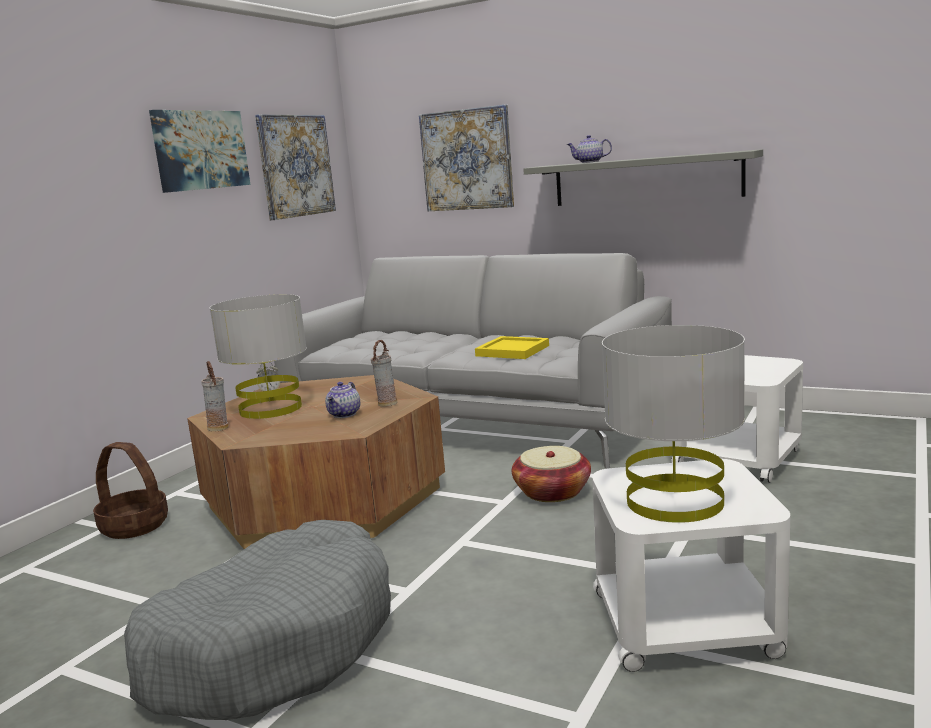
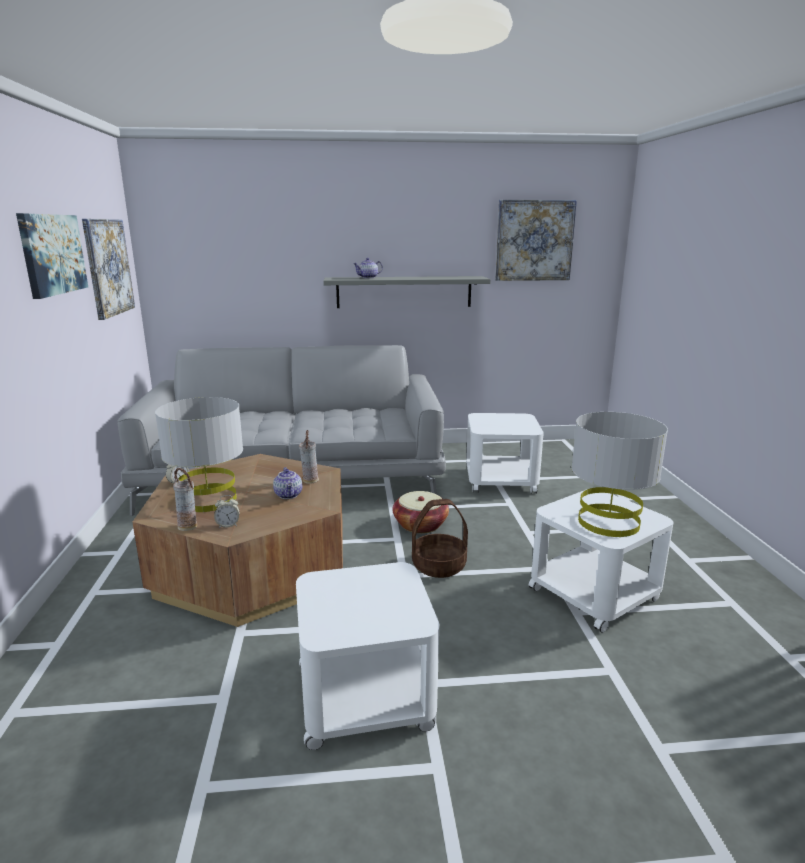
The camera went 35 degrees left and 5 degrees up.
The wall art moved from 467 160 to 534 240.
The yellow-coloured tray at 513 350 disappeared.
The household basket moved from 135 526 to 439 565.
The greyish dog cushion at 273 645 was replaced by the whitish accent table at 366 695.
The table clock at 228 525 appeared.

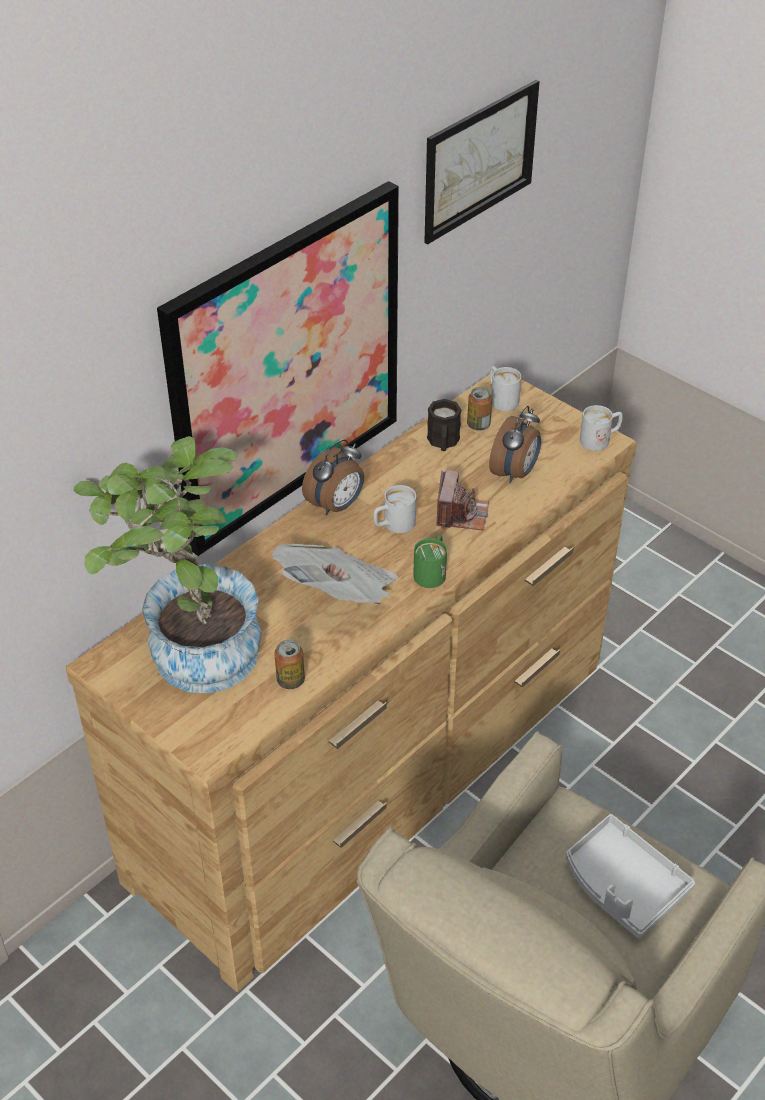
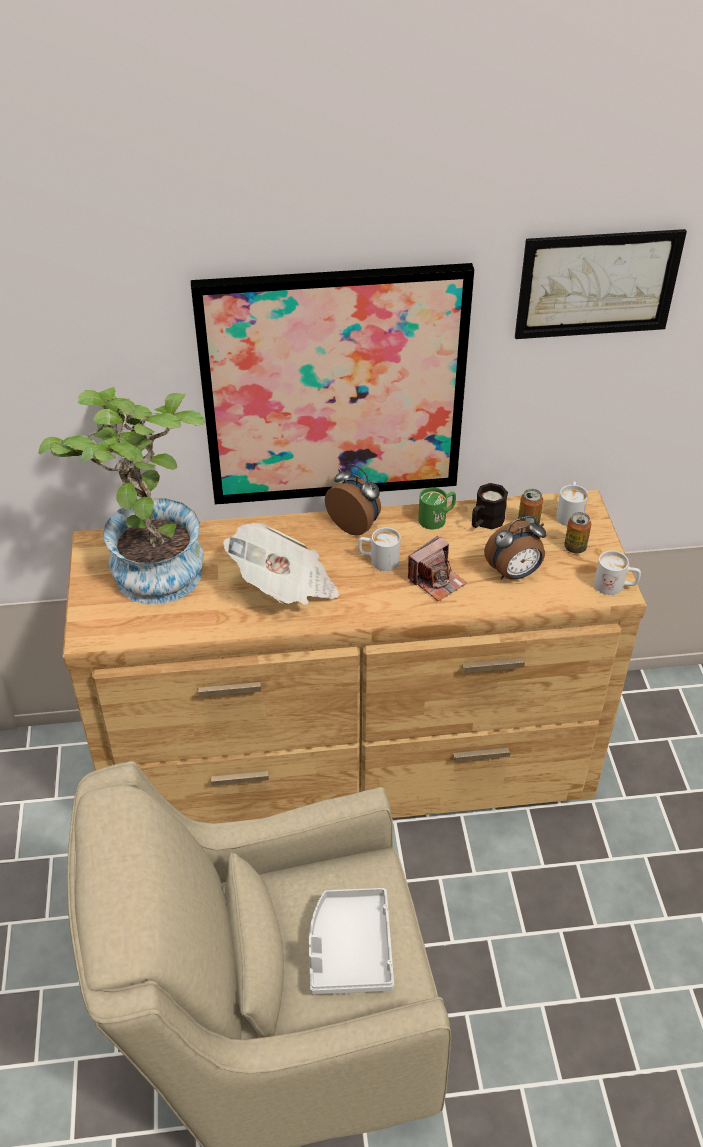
The camera went 40 degrees right and 0 degrees up.
The table clock at 336 506 turned 135 degrees counterclockwise.
The greenish coffee mug moved from 432 571 to 437 518.
The can moved from 290 680 to 575 547.

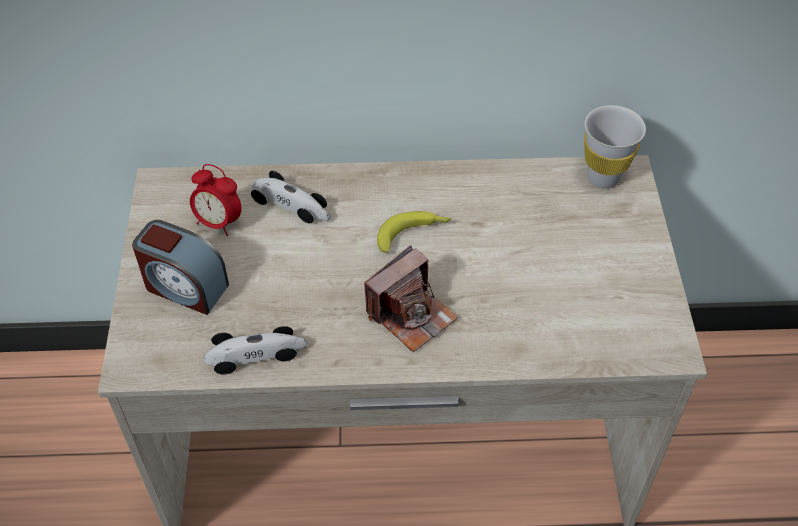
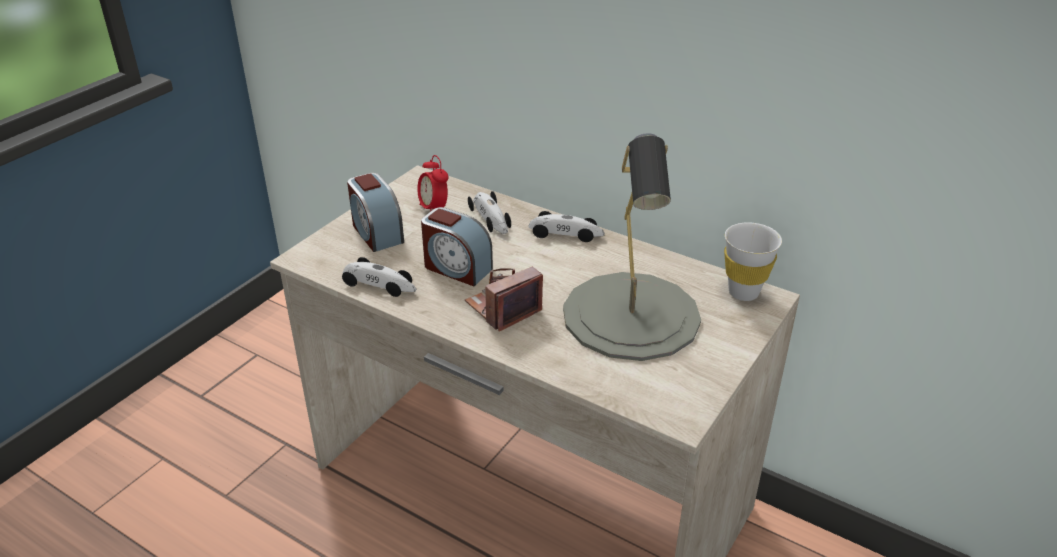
The camera went 35 degrees right and 15 degrees down.
The banana at 413 234 disappeared.
The still camera at 411 314 turned 150 degrees clockwise.
The greyish table lamp at 631 315 appeared.
The table clock at 456 268 appeared.
The miniature car at 566 234 appeared.

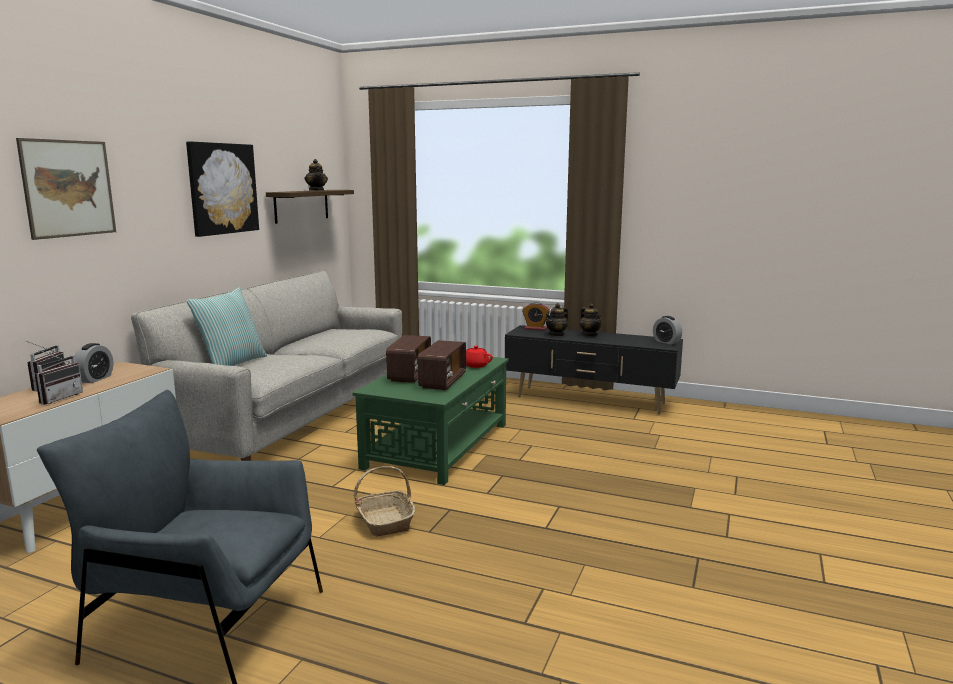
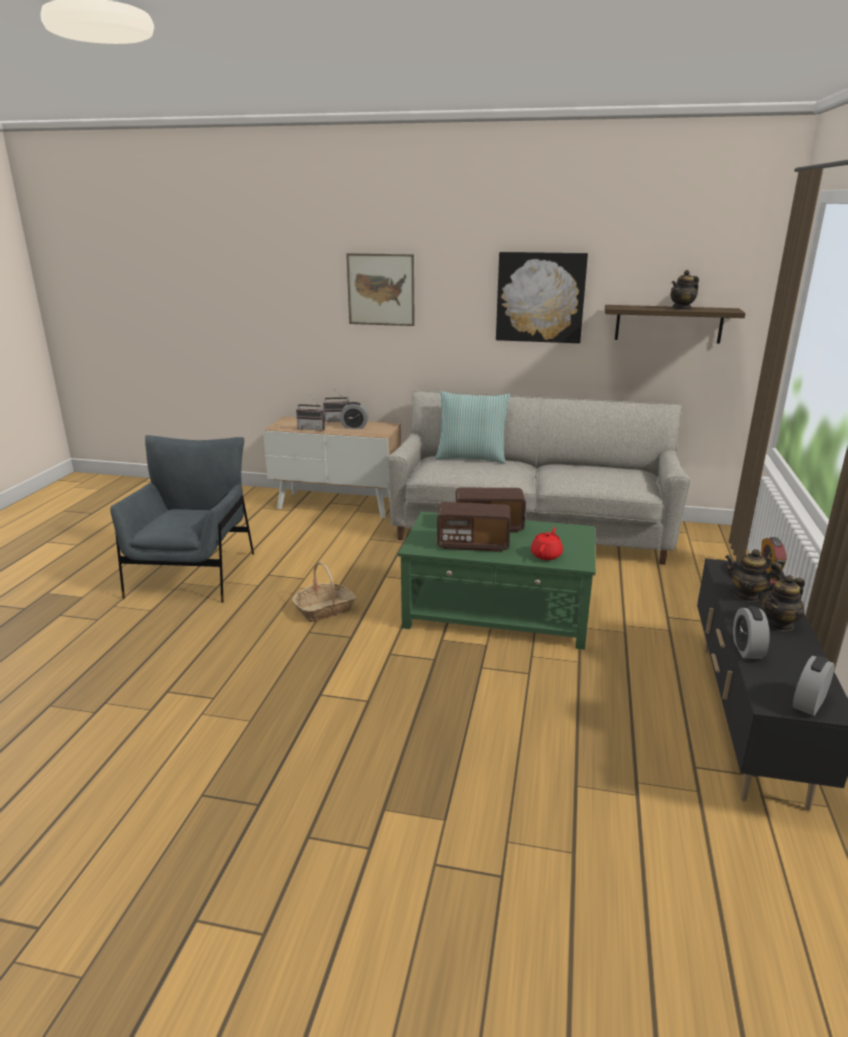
The camera went 80 degrees right and 10 degrees up.
The table clock at 747 649 appeared.

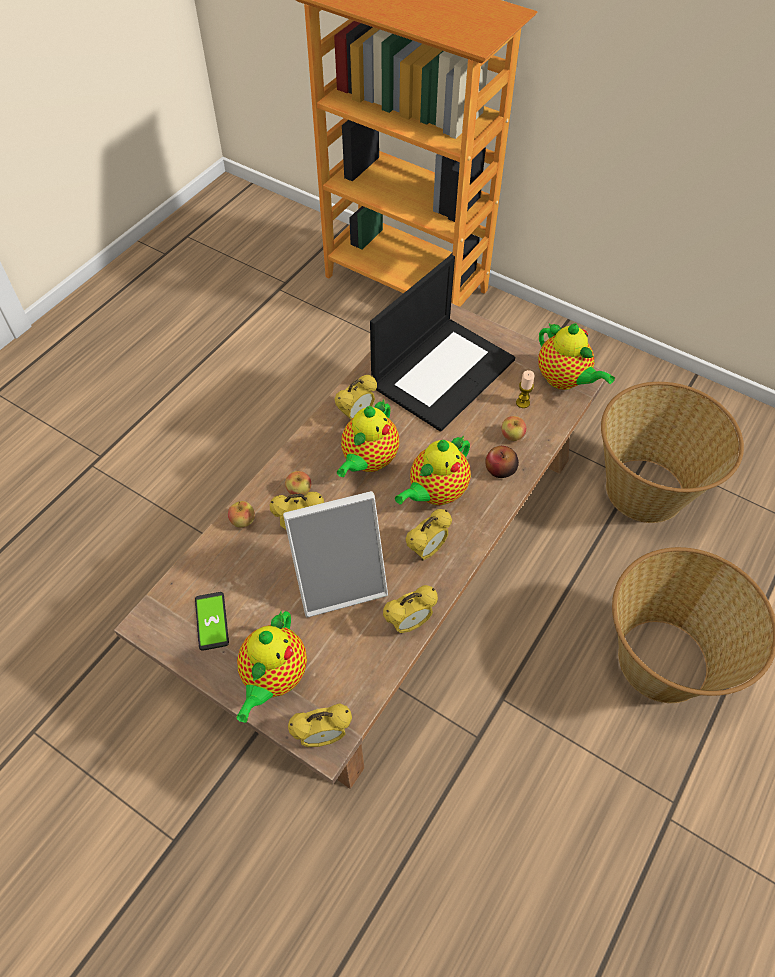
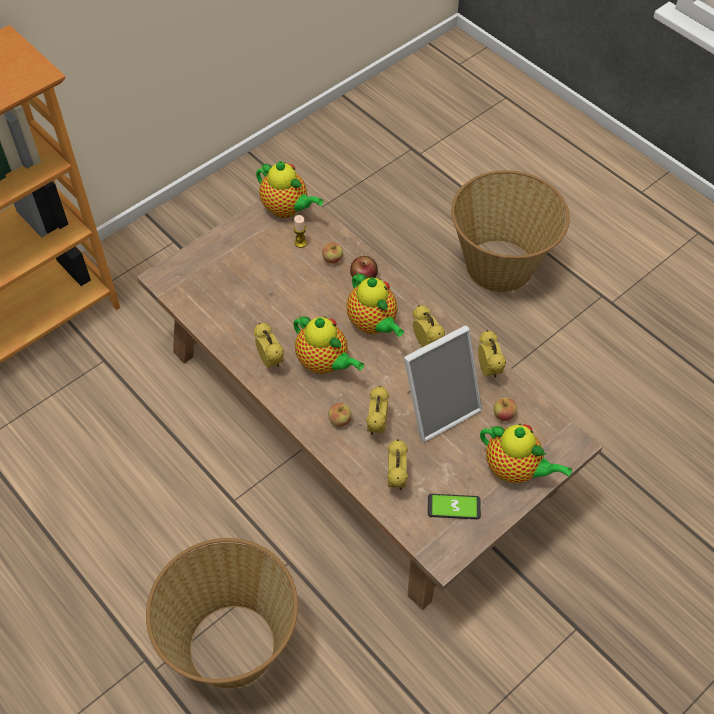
The camera went 75 degrees left and 0 degrees up.
The notebook computer at 443 371 disappeared.
The teapot at 564 380 turned 60 degrees clockwise.
The household basket moved from 646 490 to 232 644.
The photo frame at 340 580 turned 60 degrees clockwise.
The apple moved from 243 521 to 503 415.
The table clock moved from 323 737 to 396 480.

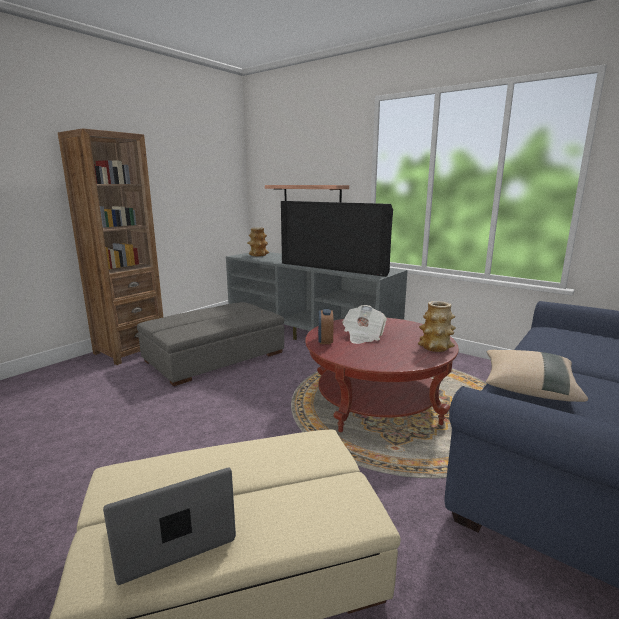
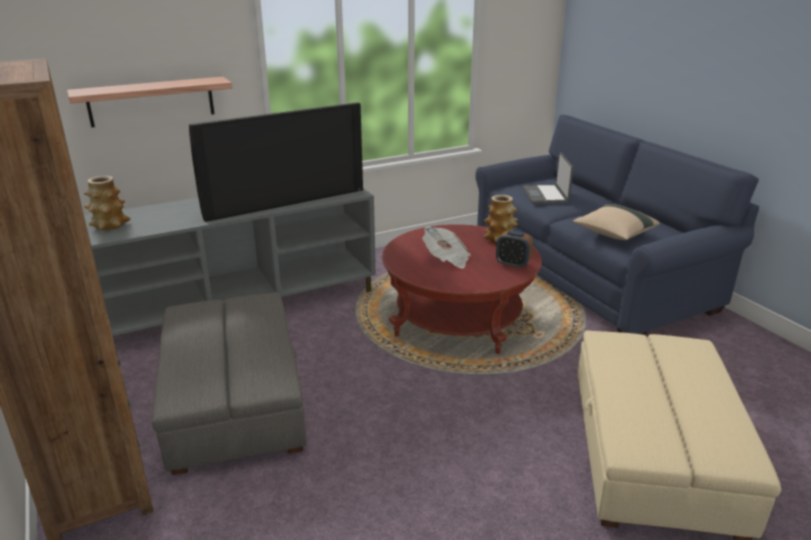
The camera went 65 degrees left and 10 degrees up.
The table clock moved from 325 341 to 512 264.
The notebook computer moved from 172 536 to 546 195.

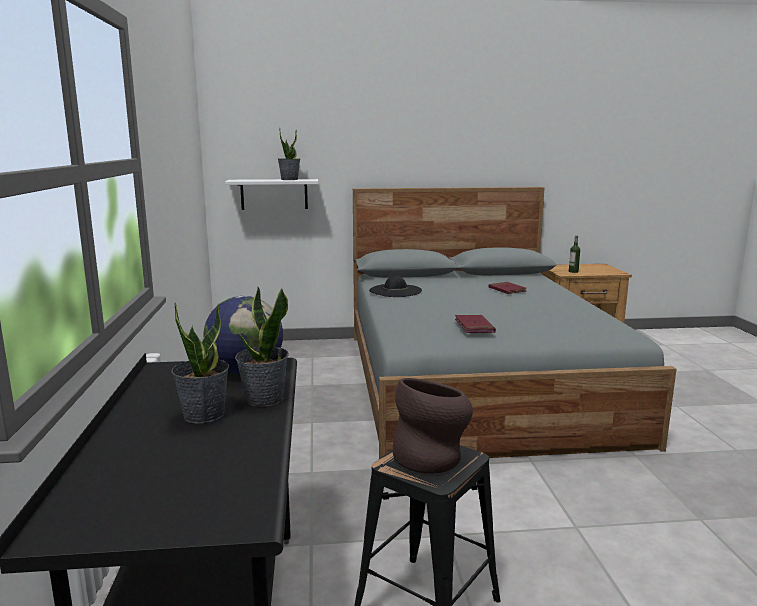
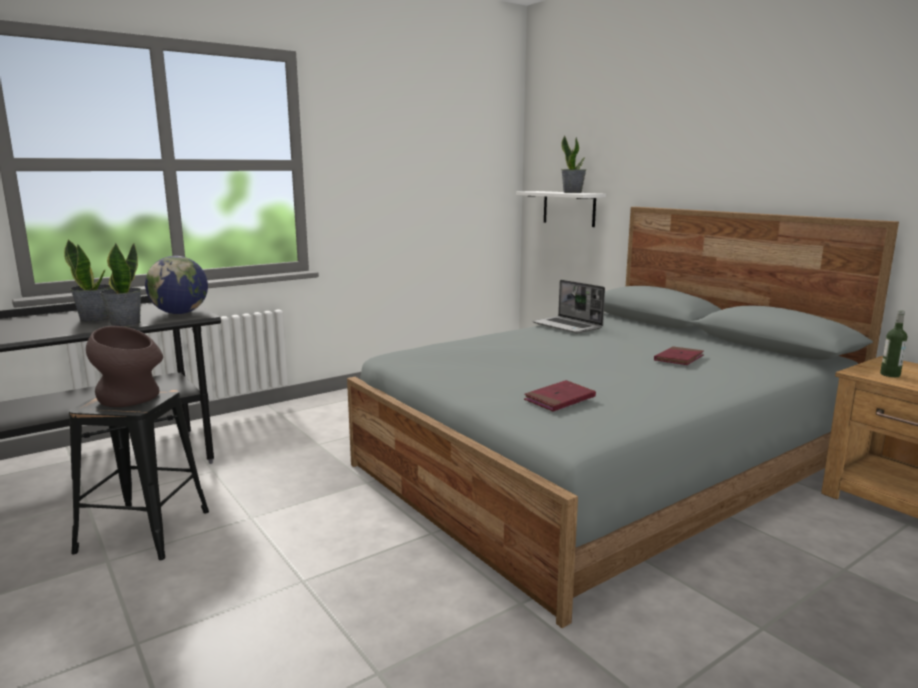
The camera went 60 degrees right and 0 degrees up.
The black-coloured clothing hat at 395 290 was replaced by the notebook computer at 568 326.
The reddish bound book moved from 474 326 to 559 399.

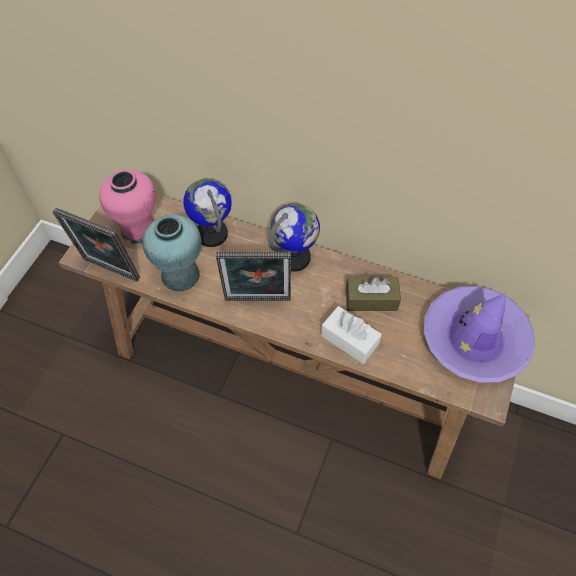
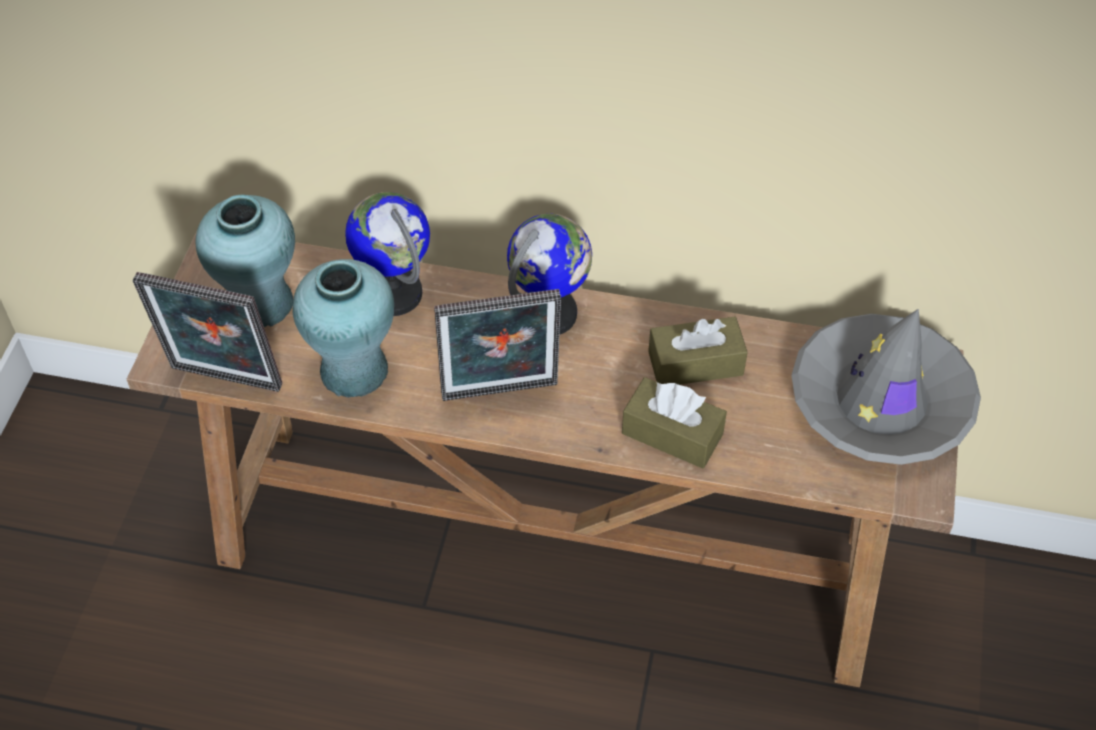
The camera went 10 degrees left and 5 degrees down.
The pink vase at 139 230 became the blue-green vase at 261 304.
The purple-coloured clothing hat at 474 339 became the greyish clothing hat at 881 402.
The whitish tissue holder at 349 340 became the brownish tissue holder at 672 434.

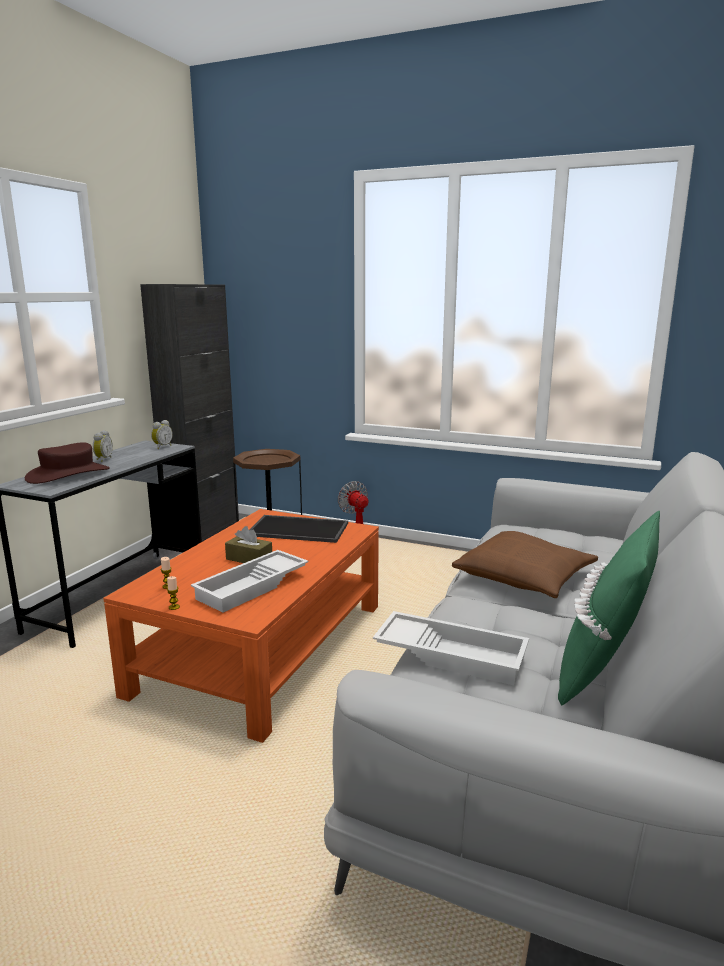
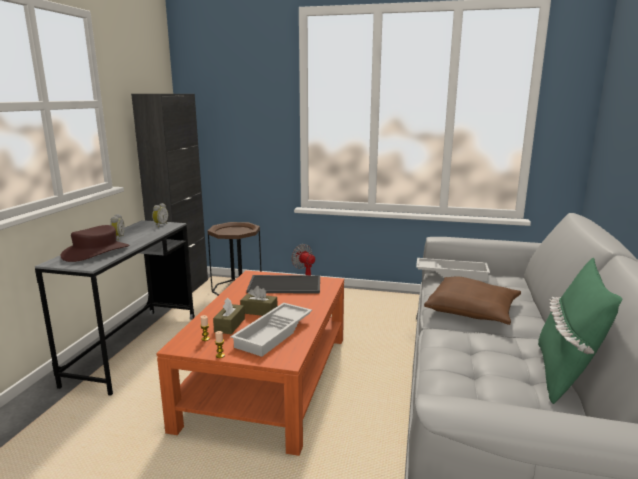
The camera went 10 degrees left and 0 degrees up.
The whitish tray moved from 452 654 to 452 273.
The brownish tissue holder at 229 325 appeared.

